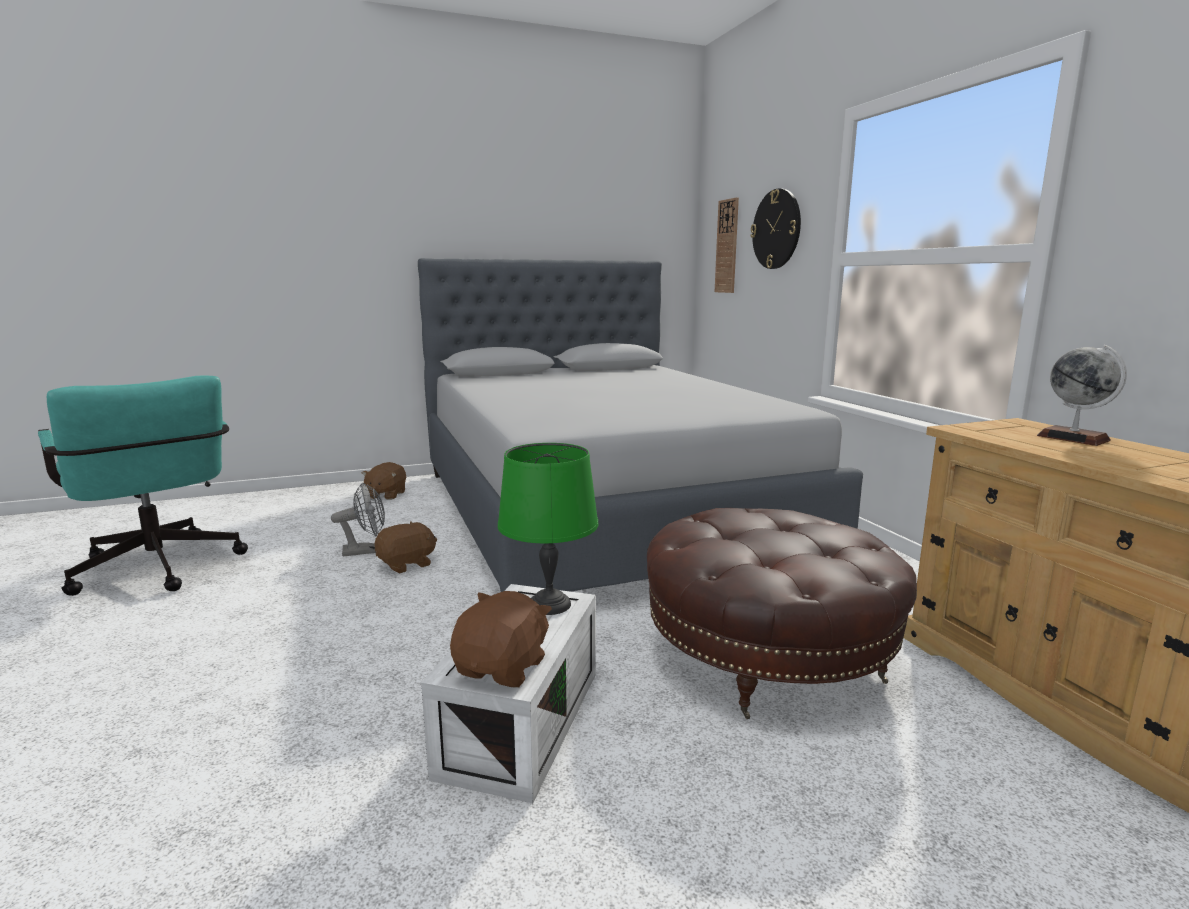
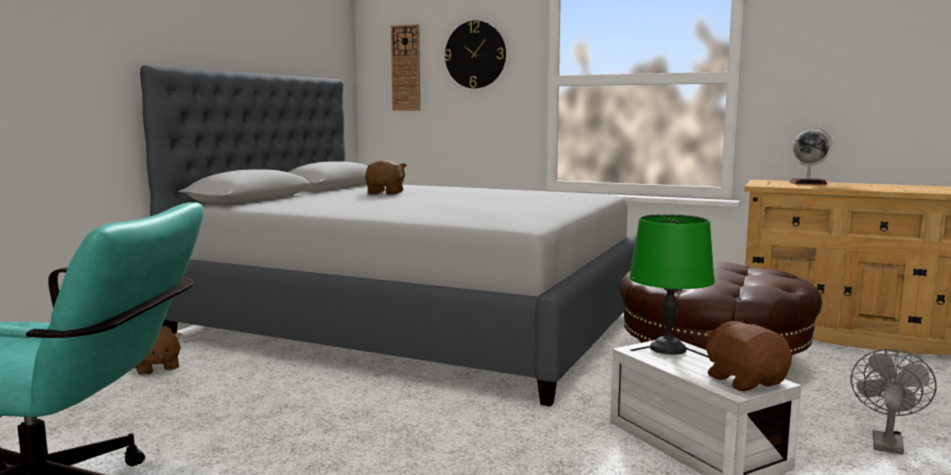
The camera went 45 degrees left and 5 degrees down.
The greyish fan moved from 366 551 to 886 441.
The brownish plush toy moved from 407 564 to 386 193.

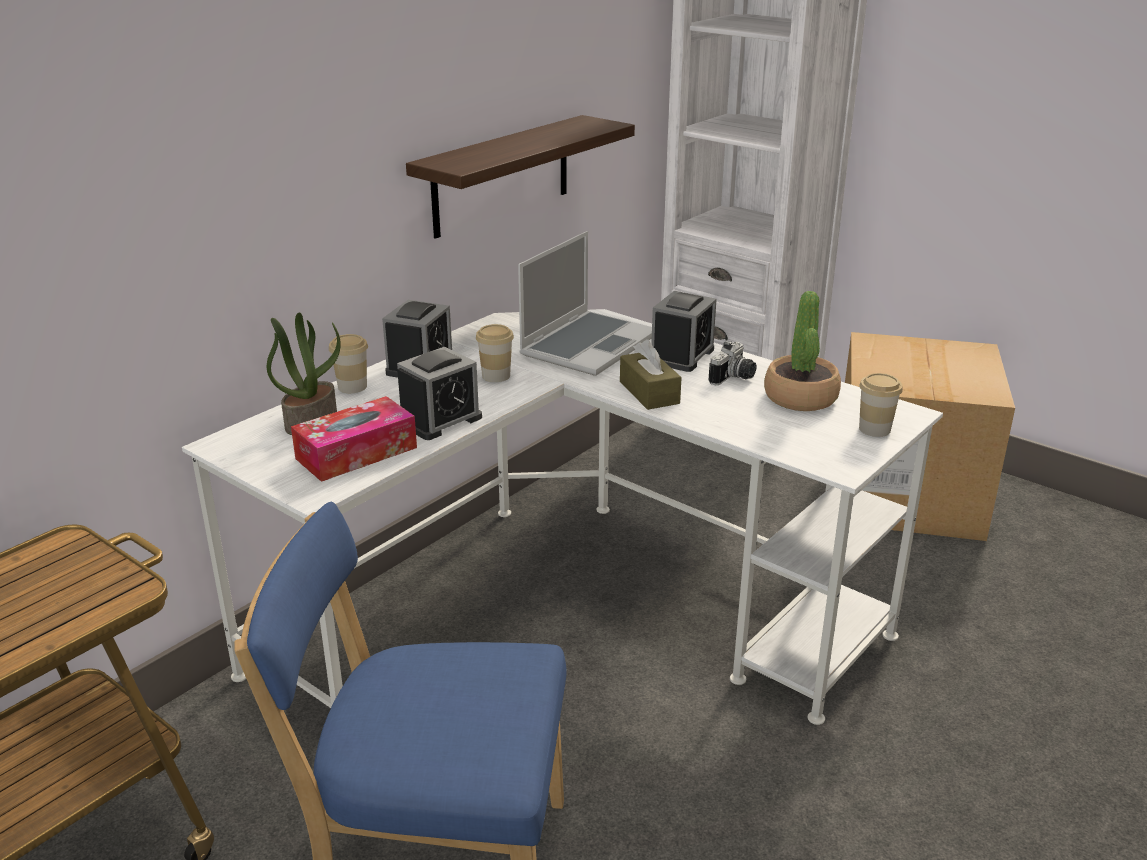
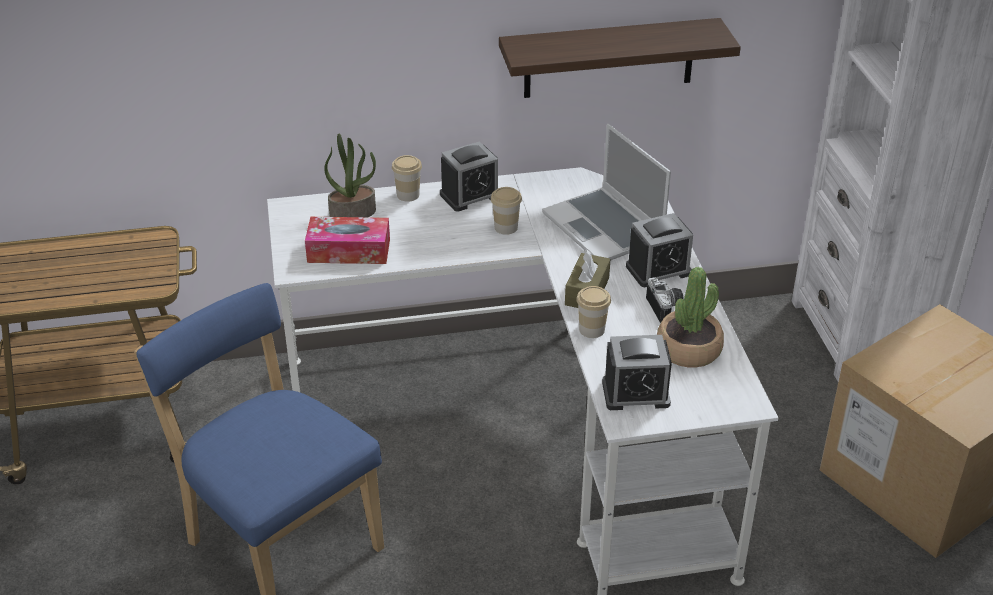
The camera went 40 degrees right and 10 degrees up.
The notebook computer at 588 345 turned 75 degrees clockwise.
The still camera at 734 378 turned 90 degrees counterclockwise.
The table clock moved from 440 420 to 635 393.
The drinking cup moved from 874 429 to 592 329.

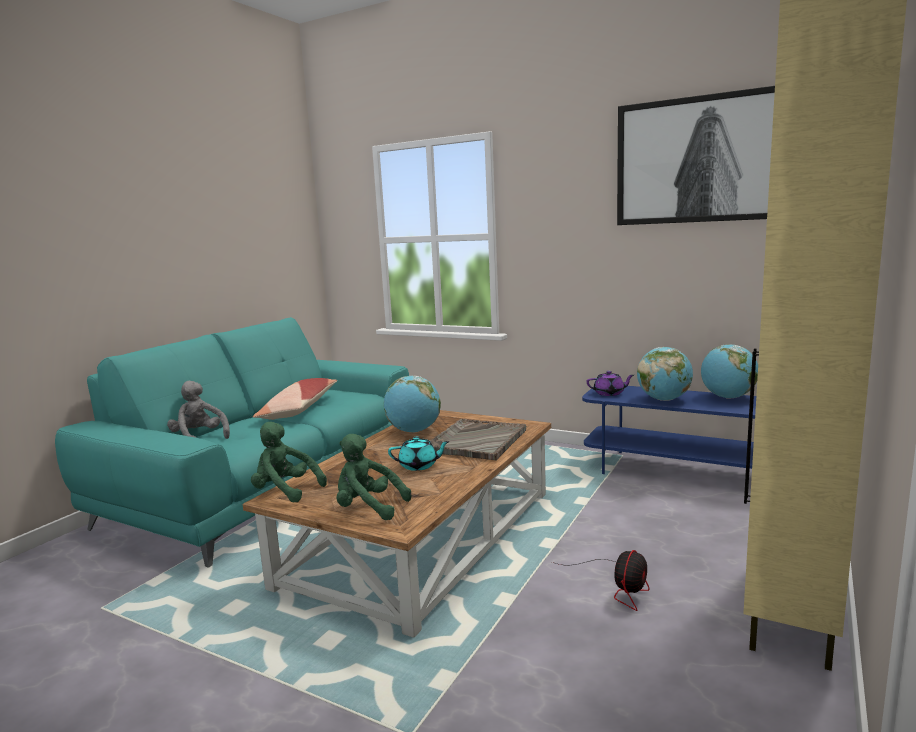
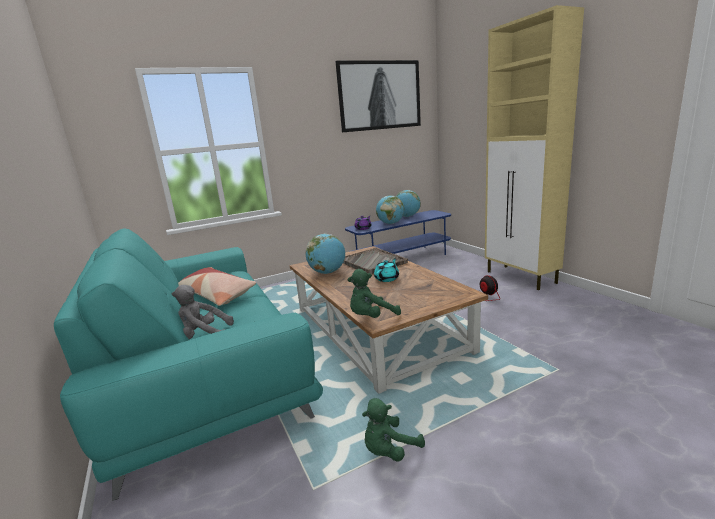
The camera went 55 degrees left and 5 degrees up.
The greenish plush toy moved from 368 508 to 389 450.

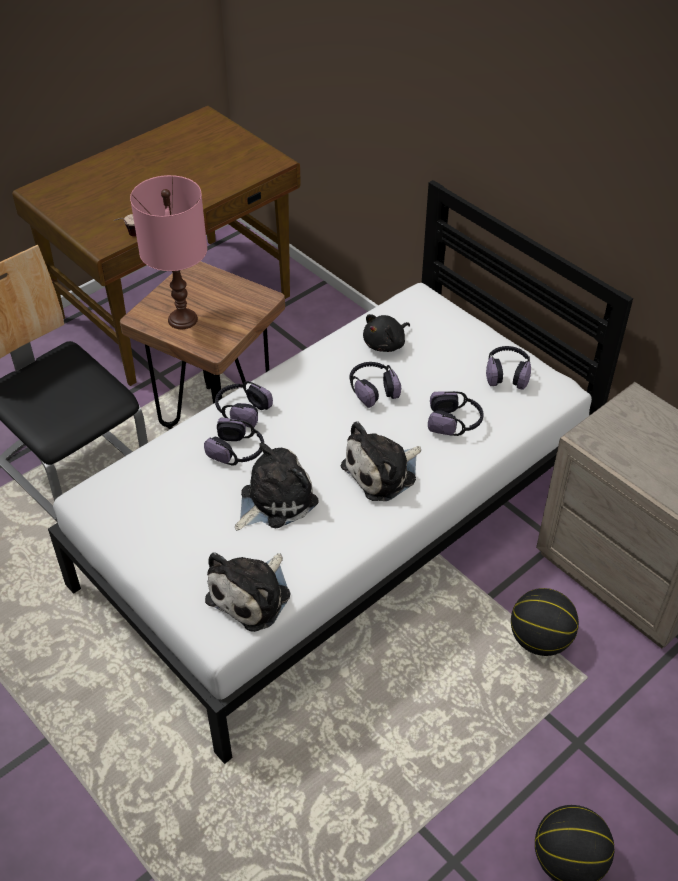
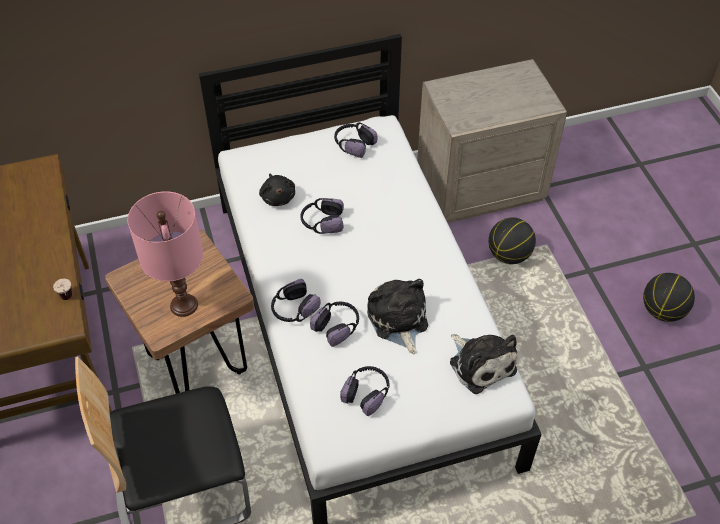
The camera went 65 degrees left and 5 degrees up.
The headphones moved from 455 422 to 367 393.
The plush toy at 383 472 disappeared.

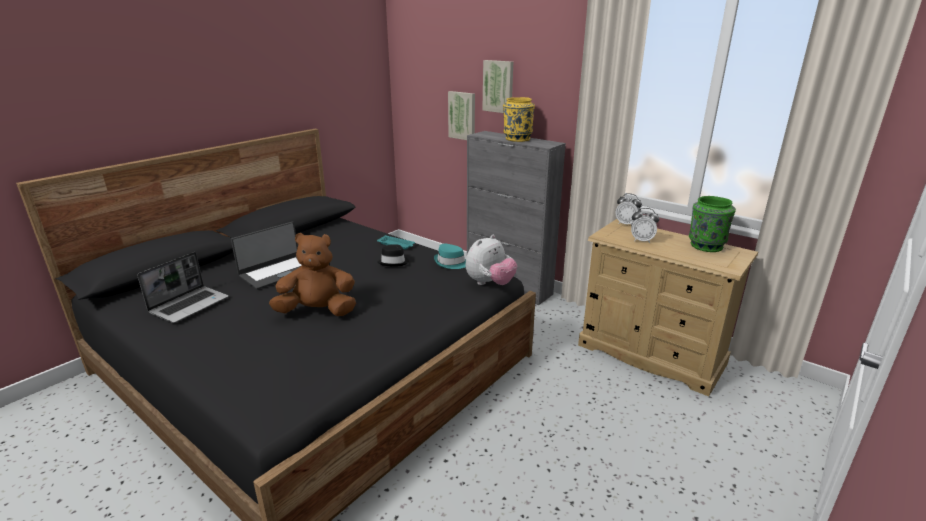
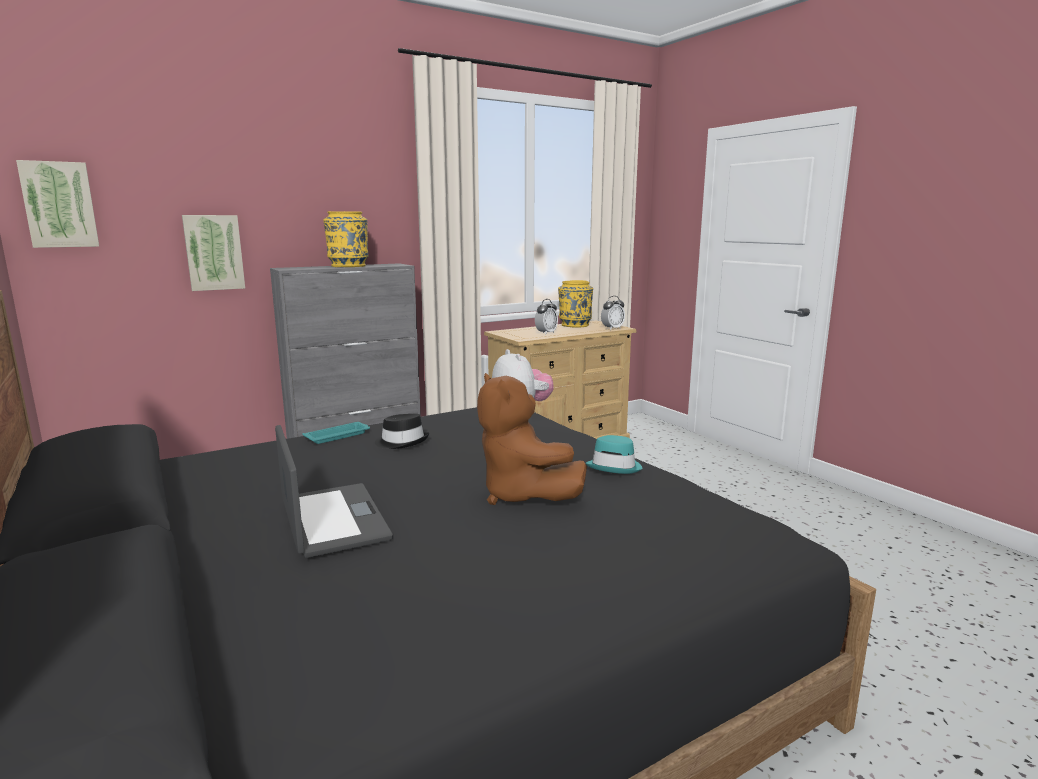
The camera went 70 degrees left and 10 degrees down.
The wall art moved from 498 86 to 59 205.
The table clock moved from 626 224 to 612 328.
The greenish vase at 705 246 became the yellow-coloured vase at 575 325.
The brownish plush toy at 318 311 turned 45 degrees counterclockwise.
The blue-green clothing hat moved from 451 263 to 615 467.
The notebook computer at 190 305 disappeared.

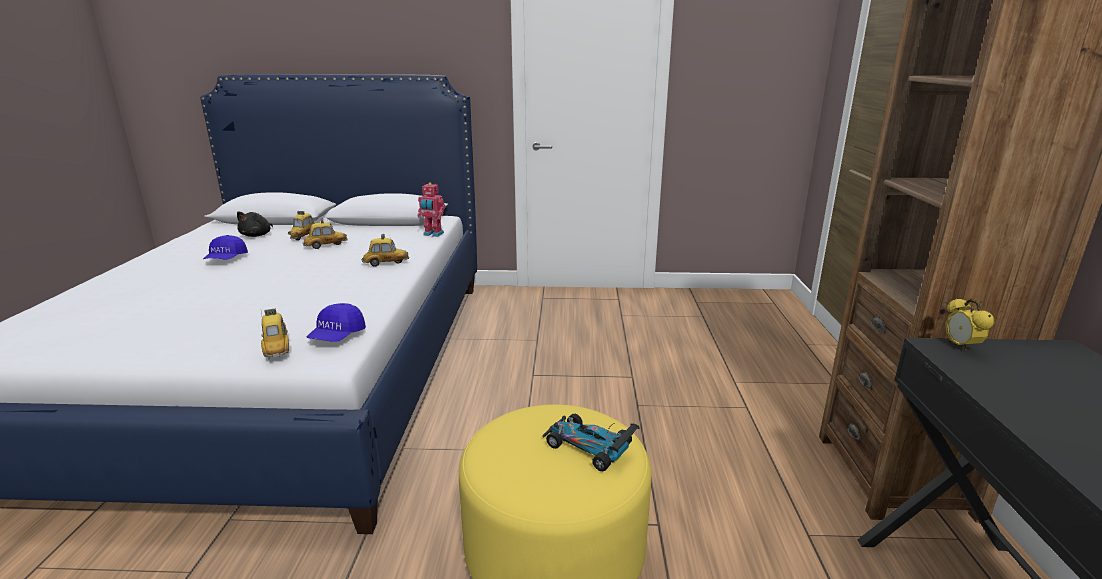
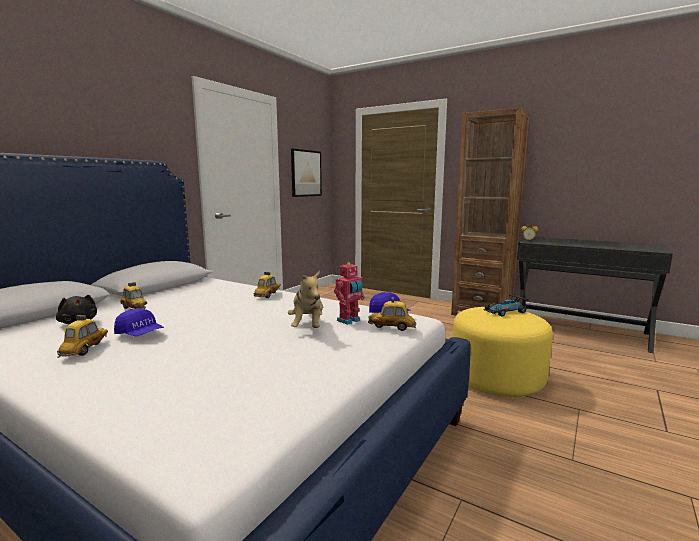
The camera went 60 degrees left and 10 degrees down.
The robot figure moved from 433 234 to 349 321.
The miniature car moved from 326 246 to 86 350.
The wall art at 306 173 appeared.
The plush toy at 308 326 appeared.

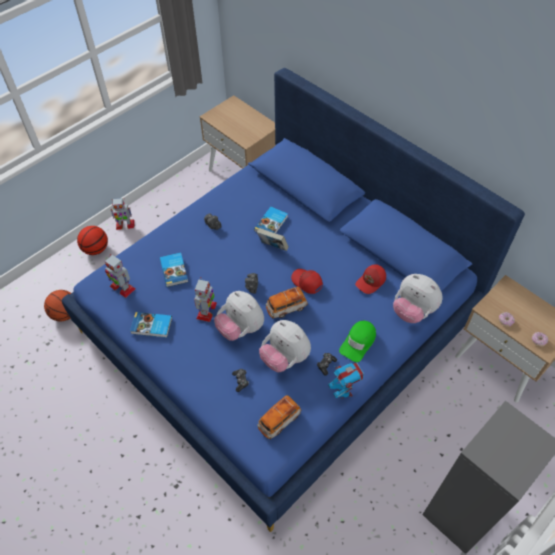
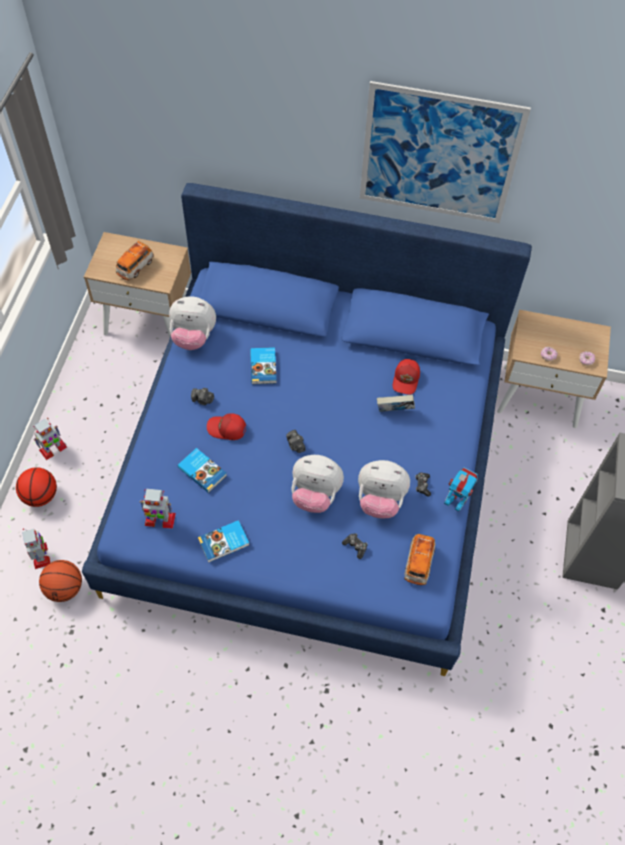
The camera went 35 degrees left and 5 degrees up.
The bound book moved from 272 247 to 394 411.
The reddish baseball cap moved from 306 282 to 227 429.
The plush toy moved from 413 311 to 193 337.
The robot figure moved from 206 311 to 40 555.
The miniature car moved from 286 308 to 135 267.
The greenish baseball cap at 358 342 disappeared.
The wall art at 439 155 appeared.

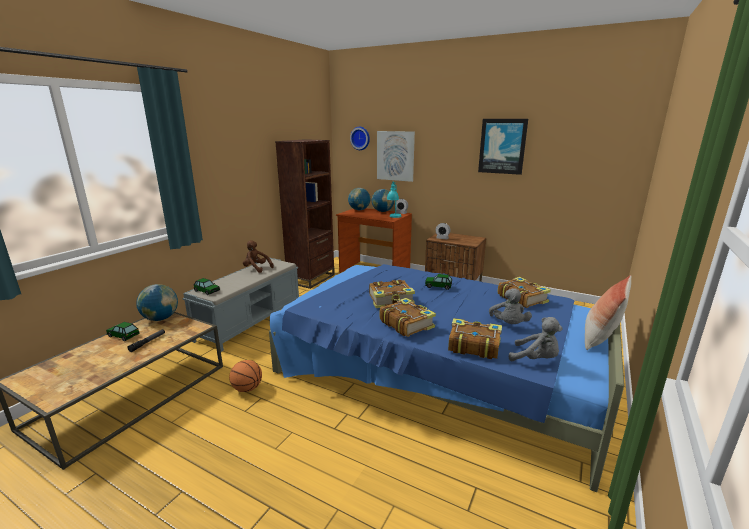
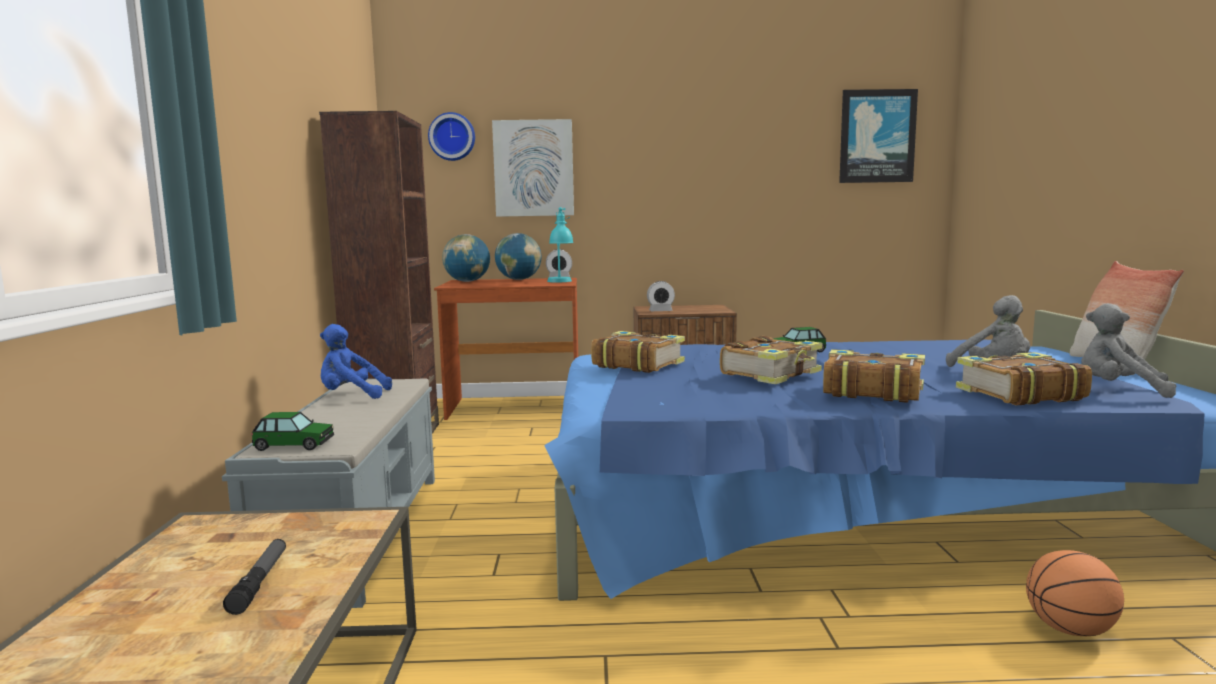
The camera went 30 degrees left and 10 degrees down.
The wall art moved from 502 146 to 877 136.
The brownish plush toy at 256 268 became the bluish plush toy at 351 396.
The bound book moved from 522 298 to 637 364.
The globe at 160 318 disappeared.
The greyish plush toy at 535 359 turned 150 degrees counterclockwise.
The miniature car at 123 335 disappeared.
The basketball ball moved from 247 388 to 1069 630.

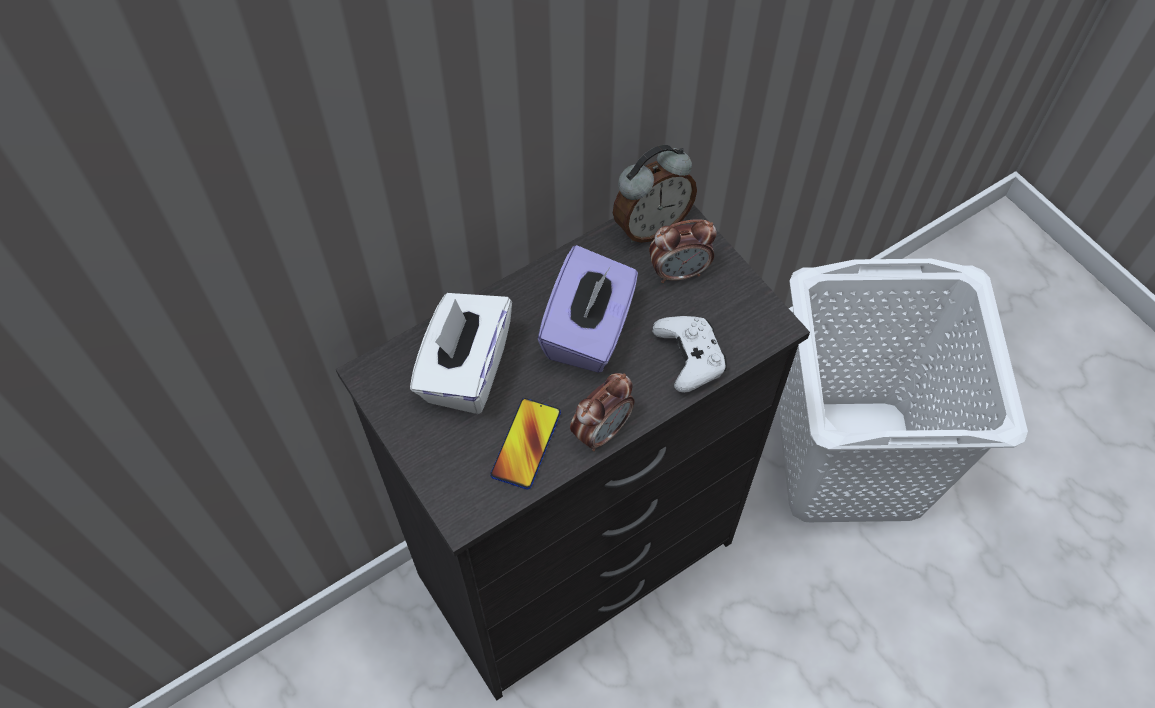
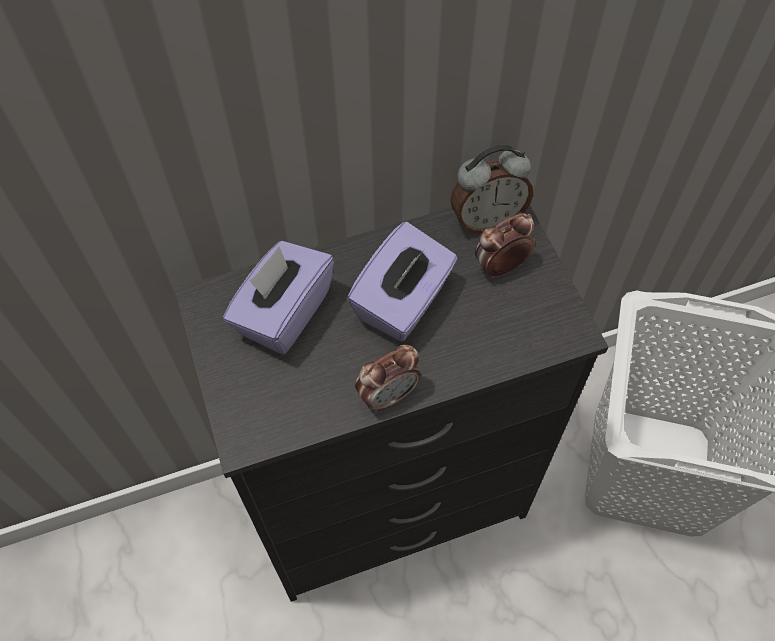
The camera went 15 degrees right and 0 degrees up.
The table clock at 679 272 turned 150 degrees clockwise.
The whitish tissue holder at 465 370 became the purple-coloured tissue holder at 283 313.
The whitish gamepad at 689 358 disappeared.
The telephone at 526 444 disappeared.

